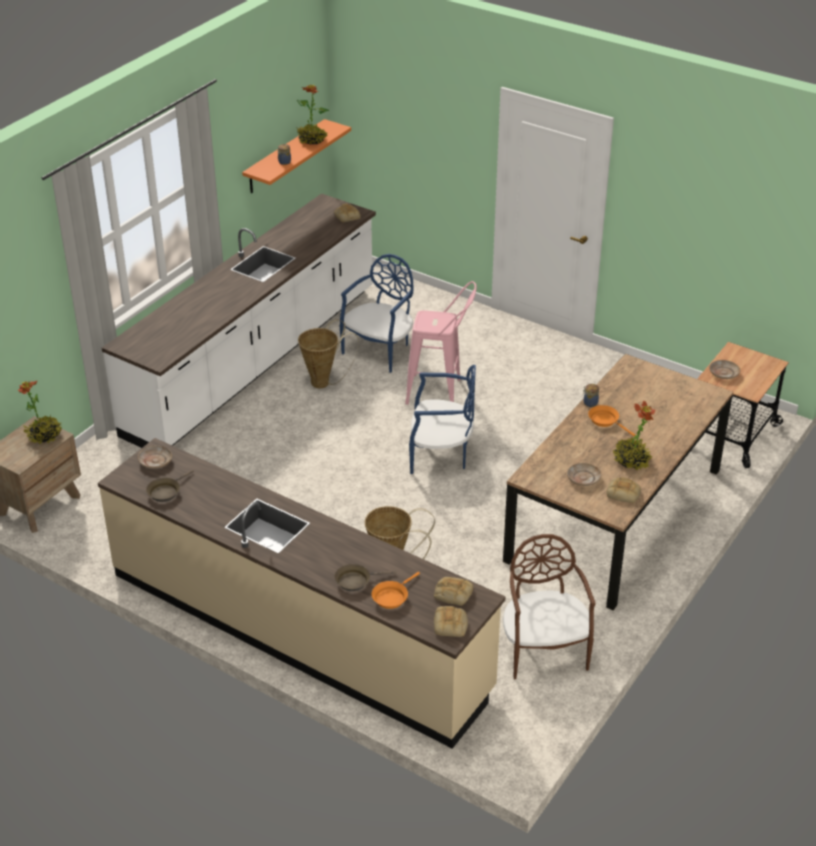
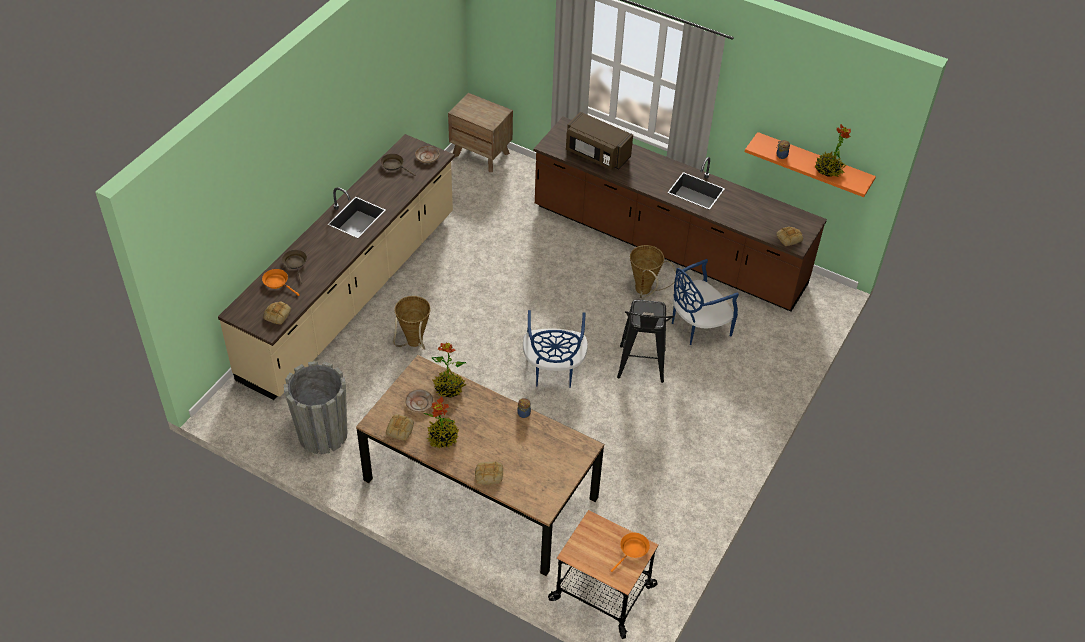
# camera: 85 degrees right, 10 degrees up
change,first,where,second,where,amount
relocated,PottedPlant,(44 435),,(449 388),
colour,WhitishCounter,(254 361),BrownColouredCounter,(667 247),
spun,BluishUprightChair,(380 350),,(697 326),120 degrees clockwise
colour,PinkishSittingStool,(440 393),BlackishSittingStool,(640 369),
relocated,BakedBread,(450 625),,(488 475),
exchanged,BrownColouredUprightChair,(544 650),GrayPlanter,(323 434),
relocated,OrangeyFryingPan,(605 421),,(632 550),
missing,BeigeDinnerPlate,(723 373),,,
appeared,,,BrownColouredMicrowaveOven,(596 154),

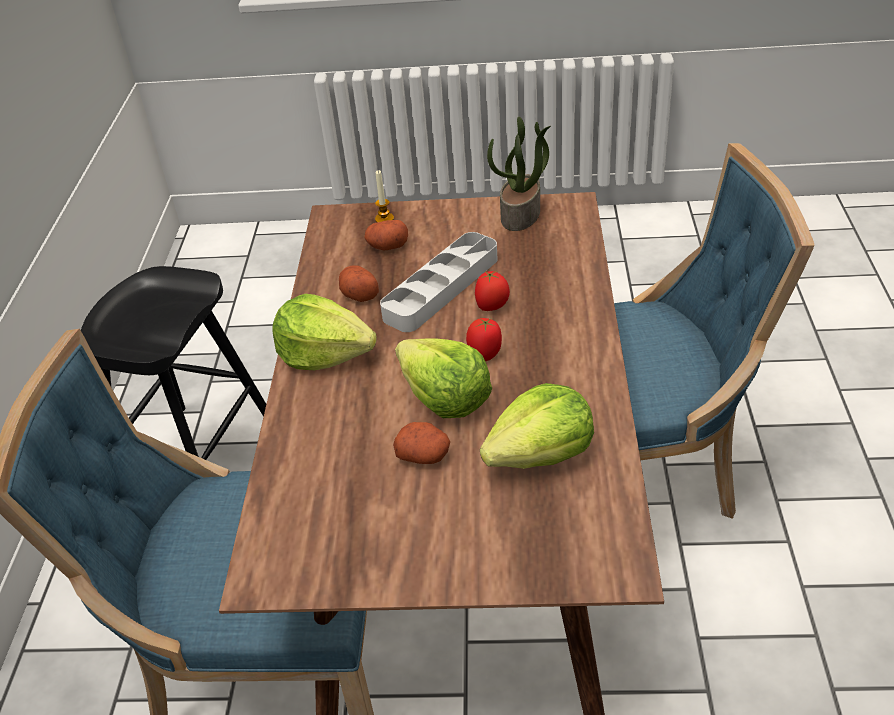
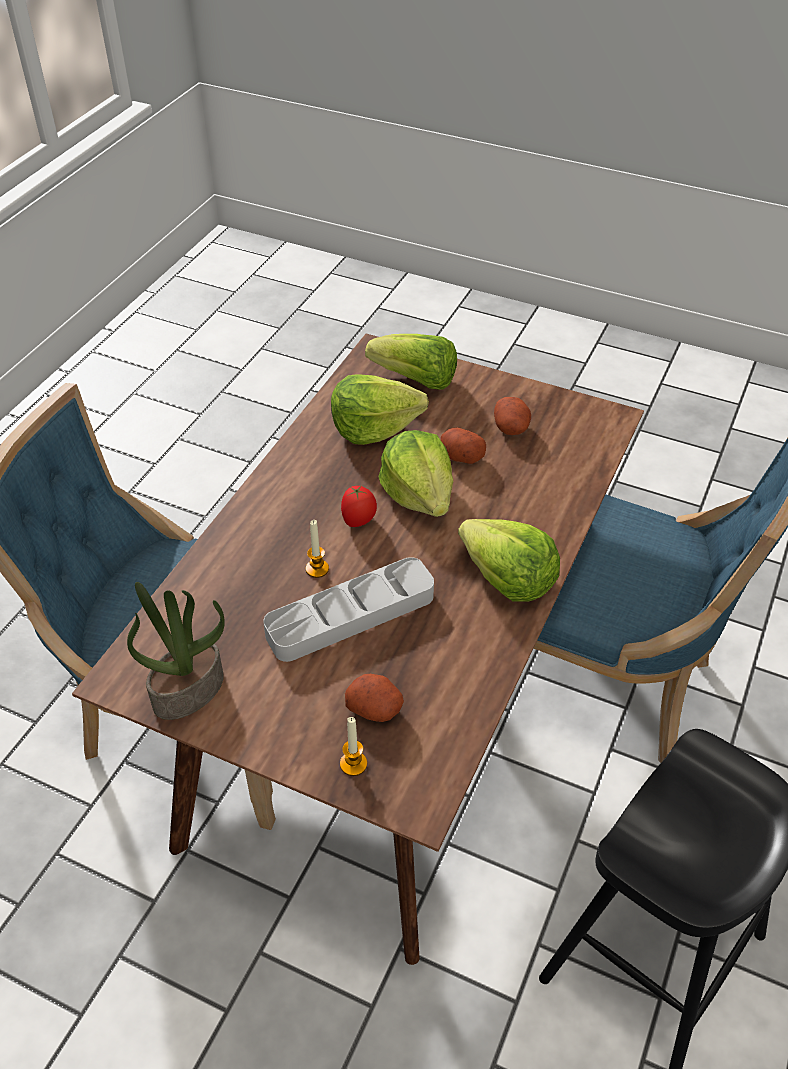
# camera: 160 degrees left, 5 degrees up
change,first,where,second,where,amount
relocated,Spud,(358 294),,(511 428),
exchanged,FreshTomato,(492 307),Candle,(317 569),
appeared,,,HeadOfLettuce,(415 380),

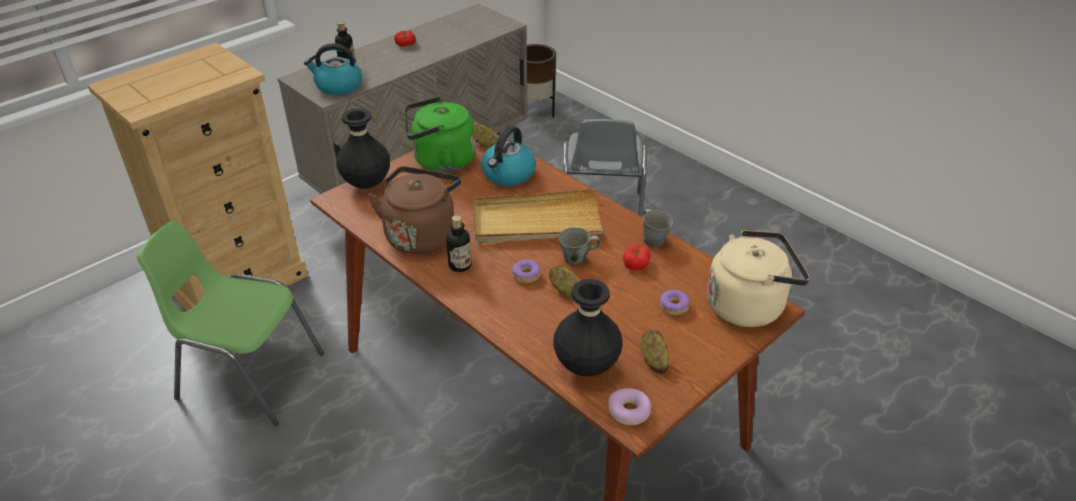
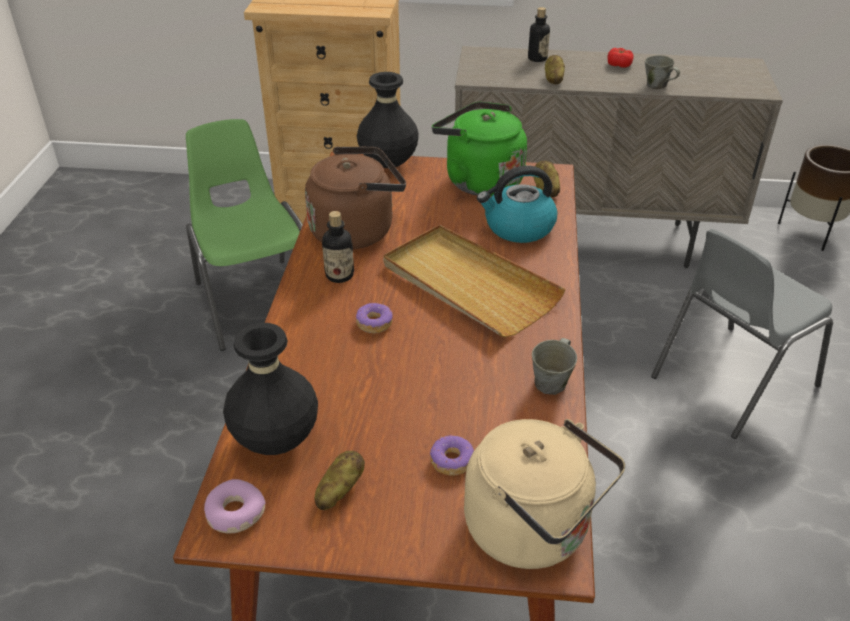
# camera: 50 degrees right, 0 degrees up
change,first,where,second,where,amount
missing,TeaKettle,(338 86),,,
relocated,Spud,(566 291),,(553 79),
relocated,GrayTeaMug,(576 258),,(657 86),
missing,FreshTomato,(636 264),,,

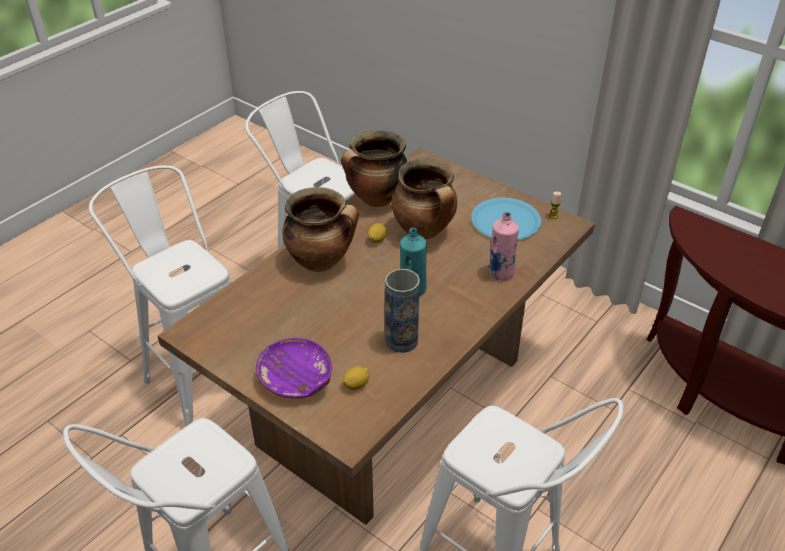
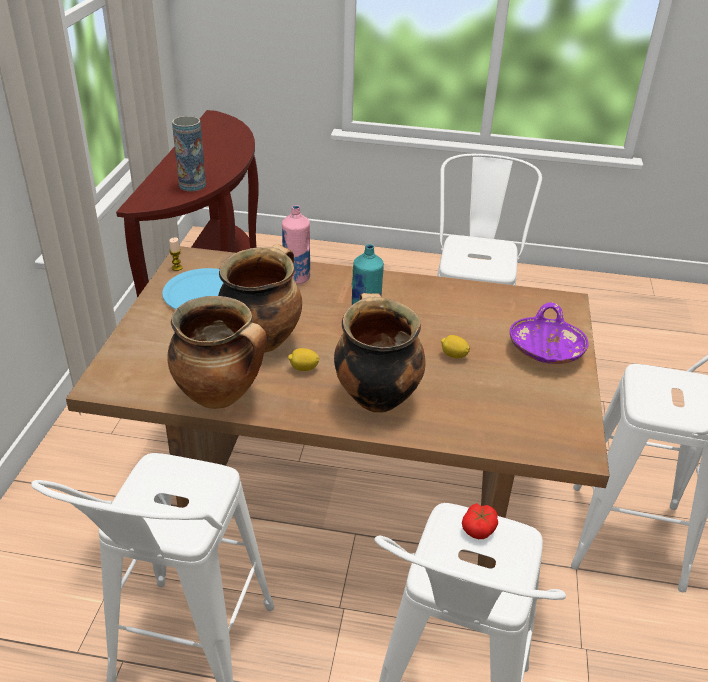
# camera: 120 degrees left, 5 degrees down
change,first,where,second,where,amount
relocated,WholeLemon,(356 385),,(454 355),
relocated,FlowerVase,(401 340),,(192 185),
appeared,,,FreshTomato,(479 528),

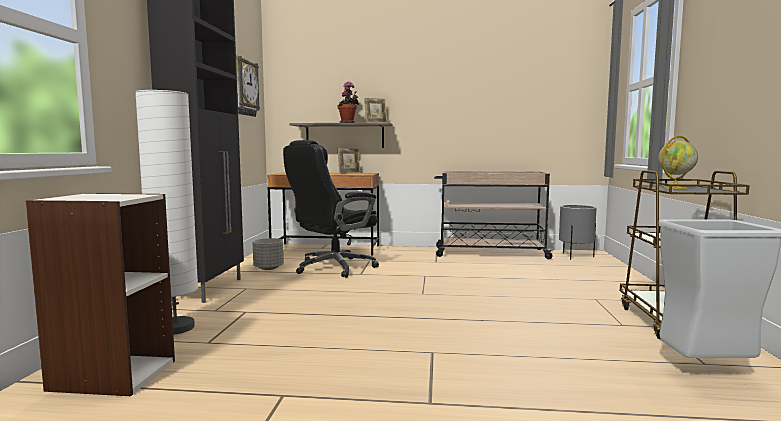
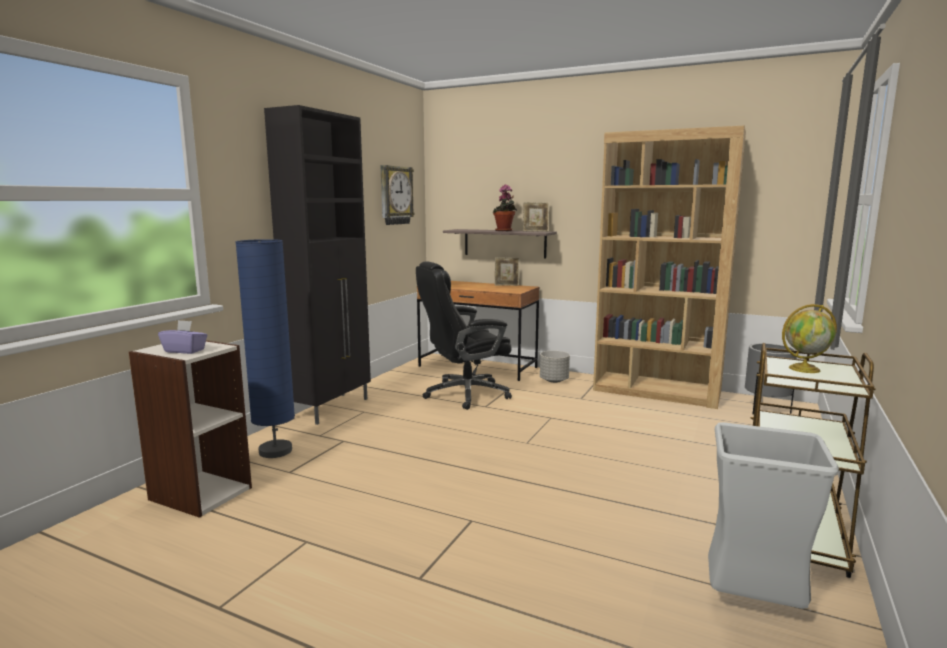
# camera: 20 degrees right, 5 degrees up
change,first,where,second,where,amount
colour,WhitishStandardLamp,(175 328),BluishStandardLamp,(275 451),
relocated,GrayPlanter,(268 268),,(554 380),
exchanged,BeigeCart,(489 253),BrownColouredBookshelf,(657 392),
appeared,,,PurpleColouredTissueHolder,(185 350),

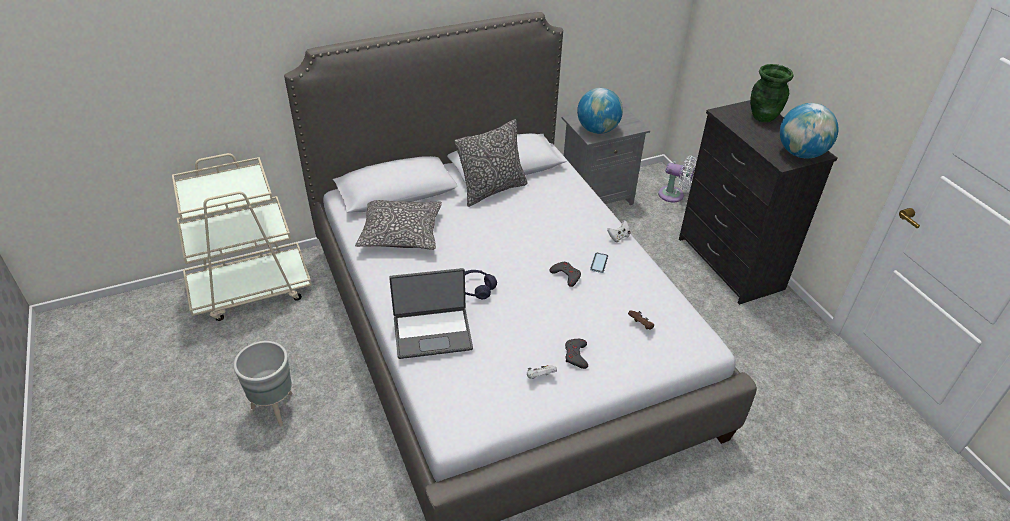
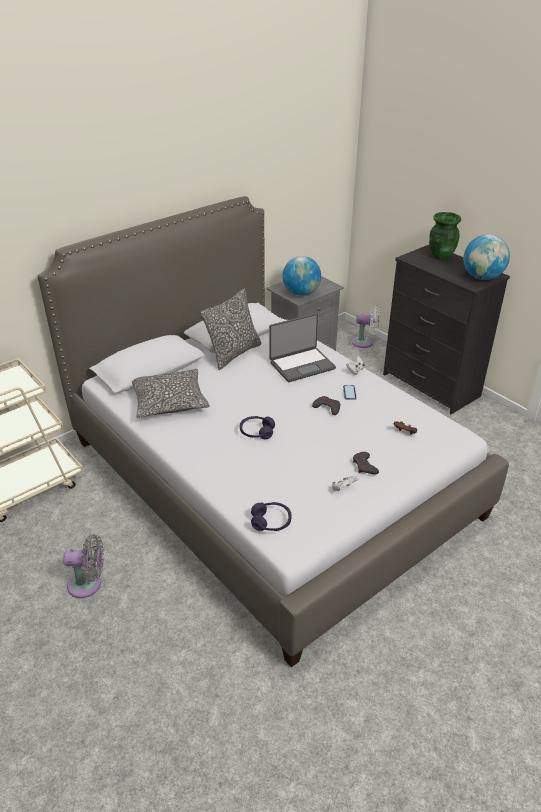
# camera: 15 degrees left, 5 degrees down
change,first,where,second,where,amount
exchanged,GrayPlanter,(274 408),GrayElectricFan,(88 584),
relocated,PortableComputer,(432 332),,(301 365),
appeared,,,PurpleColouredHeadset,(271 522),

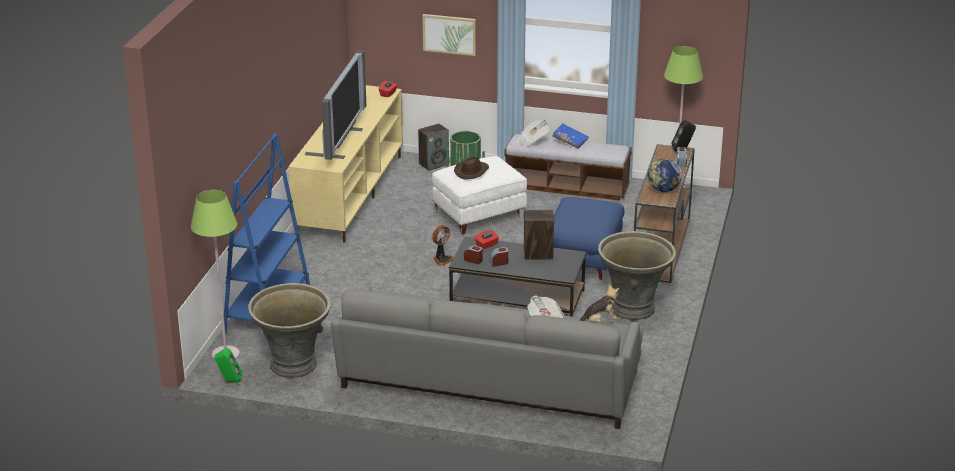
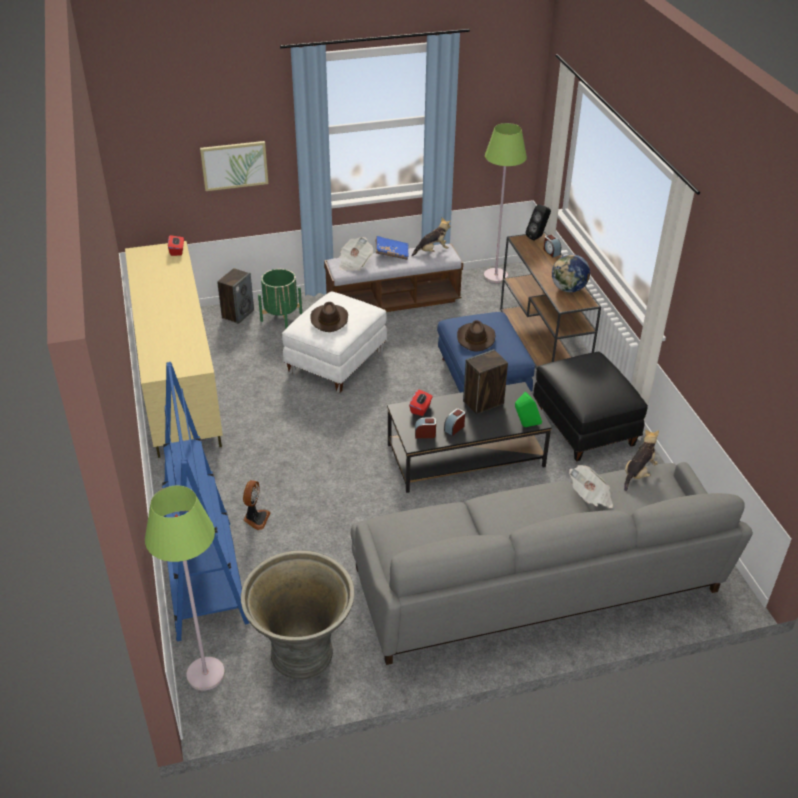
# camera: 30 degrees left, 10 degrees up
change,first,where,second,where,amount
relocated,GreenColouredLoudspeaker,(229 381),,(525 426),
missing,TvSet,(340 142),,,
relocated,ElectricFan,(442 259),,(256 519),
exchanged,GrayPlanter,(633 308),BlackishPouffe,(585 427),
appeared,,,CuddlyToy,(432 251),
appeared,,,BrownColouredWearableHat,(475 338),

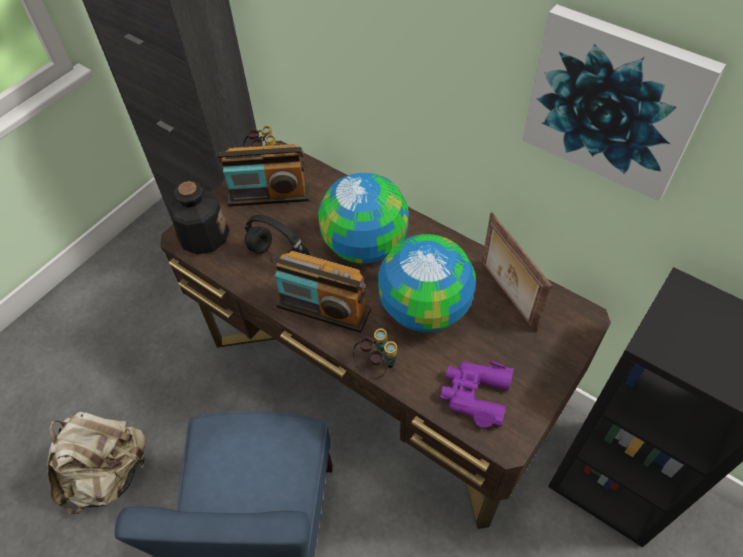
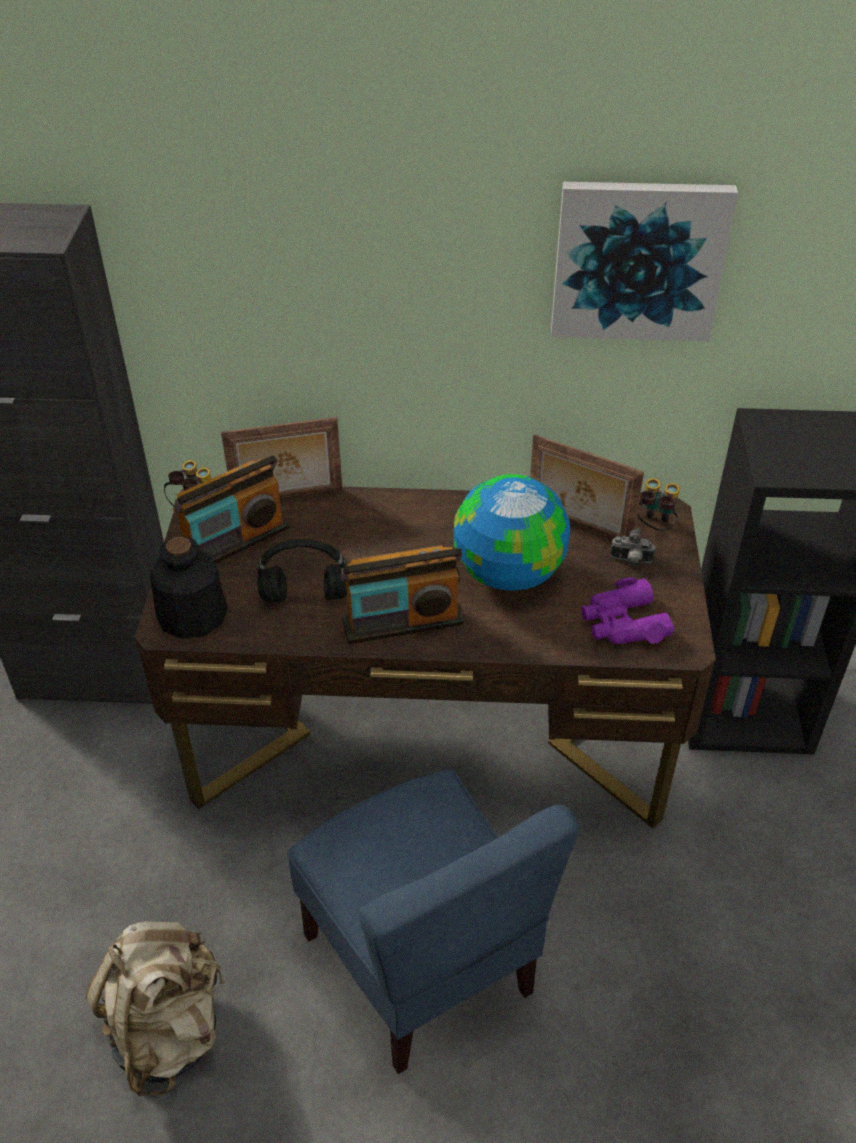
# camera: 35 degrees left, 10 degrees down
change,first,where,second,where,amount
missing,WorldGlobe,(365 245),,,
relocated,Binoculars,(376 366),,(653 526),
appeared,,,PhotoFrame,(287 497),
appeared,,,StillCamera,(631 561),

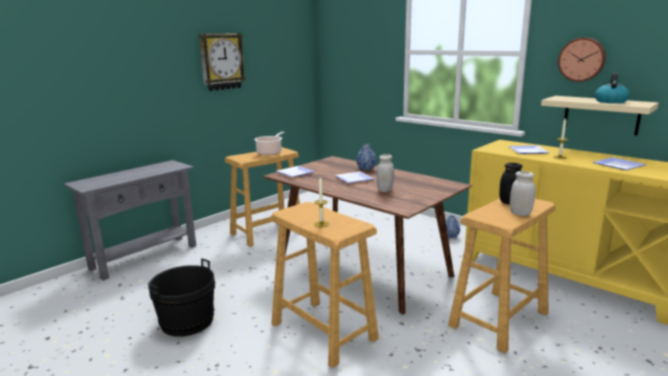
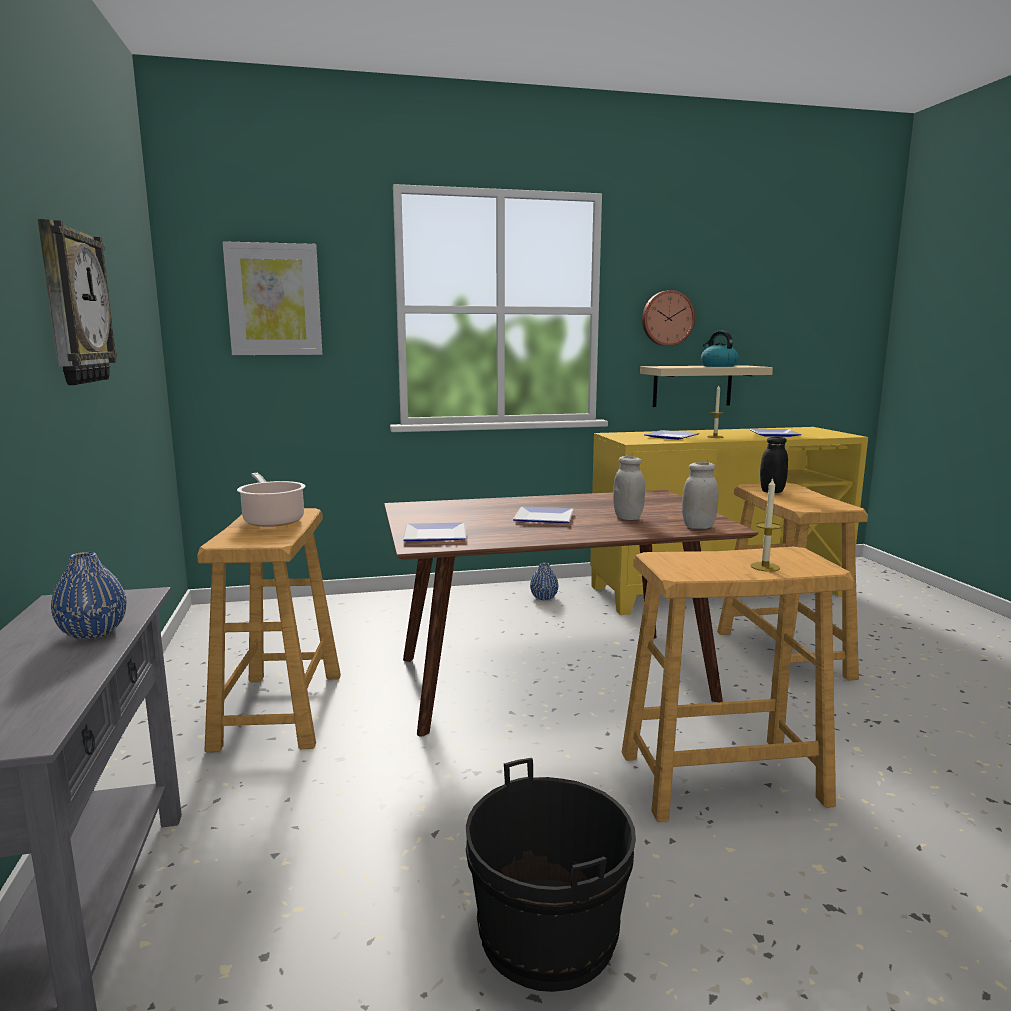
# camera: 55 degrees left, 5 degrees down
change,first,where,second,where,amount
relocated,BluishFlowerVase,(366 169),,(93 632),
relocated,WhitishPreserveJar,(520 213),,(698 527),
appeared,,,WallPicture,(274 300),

